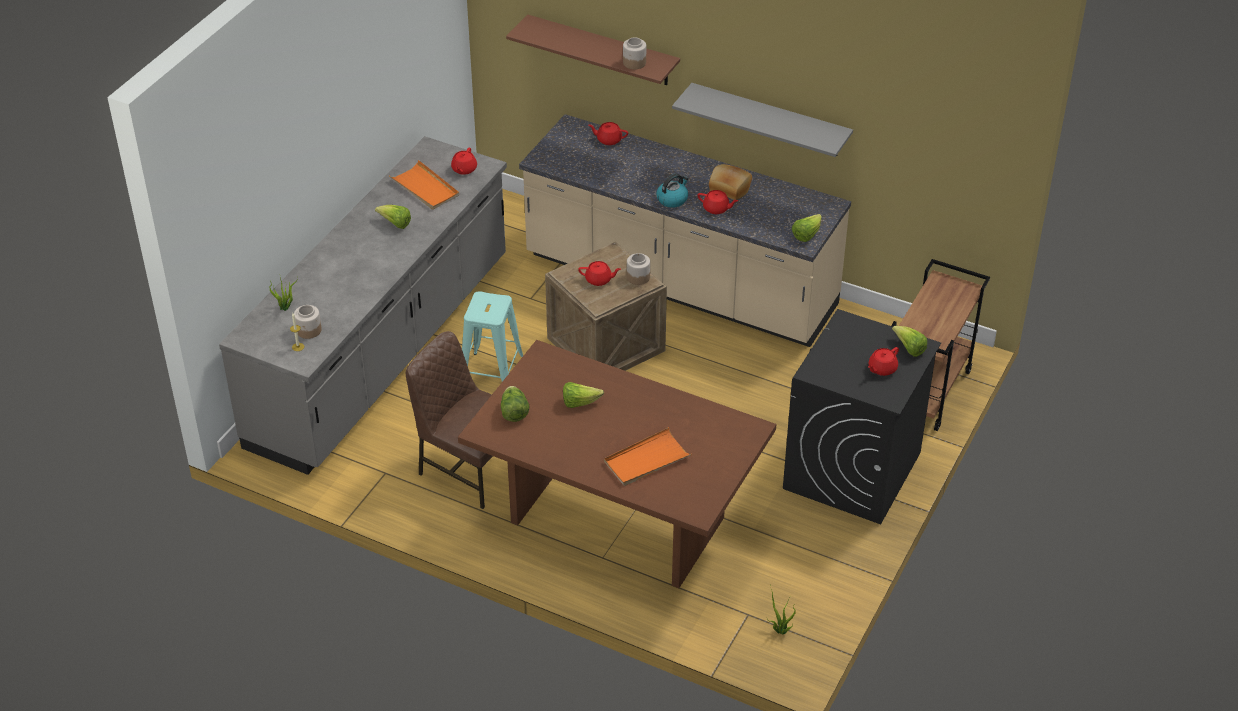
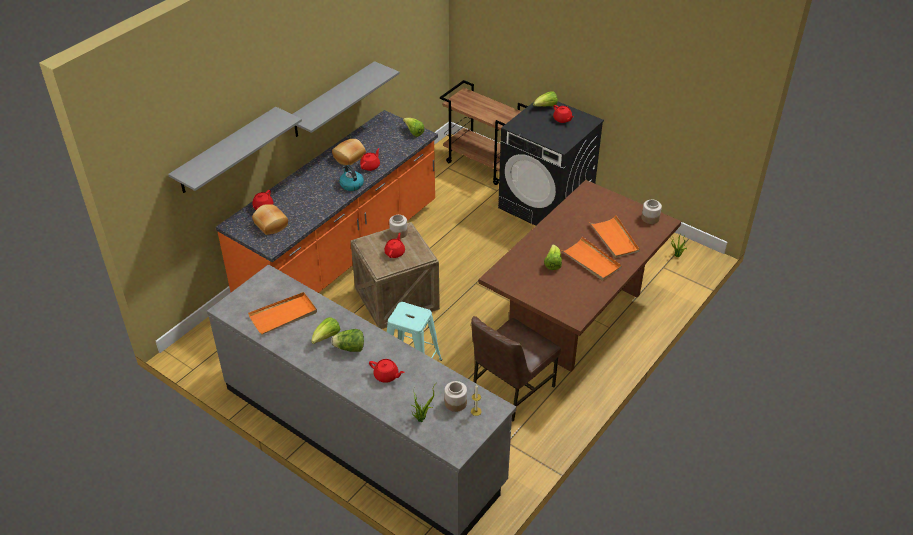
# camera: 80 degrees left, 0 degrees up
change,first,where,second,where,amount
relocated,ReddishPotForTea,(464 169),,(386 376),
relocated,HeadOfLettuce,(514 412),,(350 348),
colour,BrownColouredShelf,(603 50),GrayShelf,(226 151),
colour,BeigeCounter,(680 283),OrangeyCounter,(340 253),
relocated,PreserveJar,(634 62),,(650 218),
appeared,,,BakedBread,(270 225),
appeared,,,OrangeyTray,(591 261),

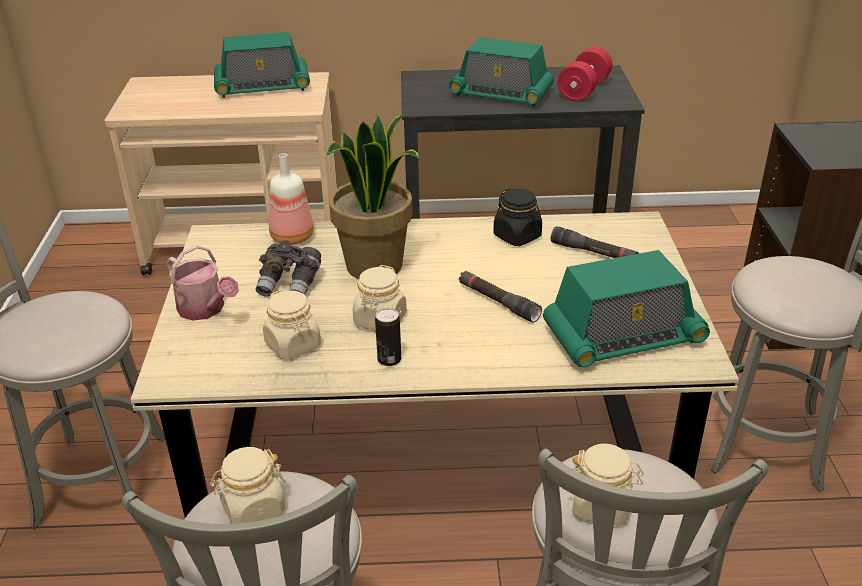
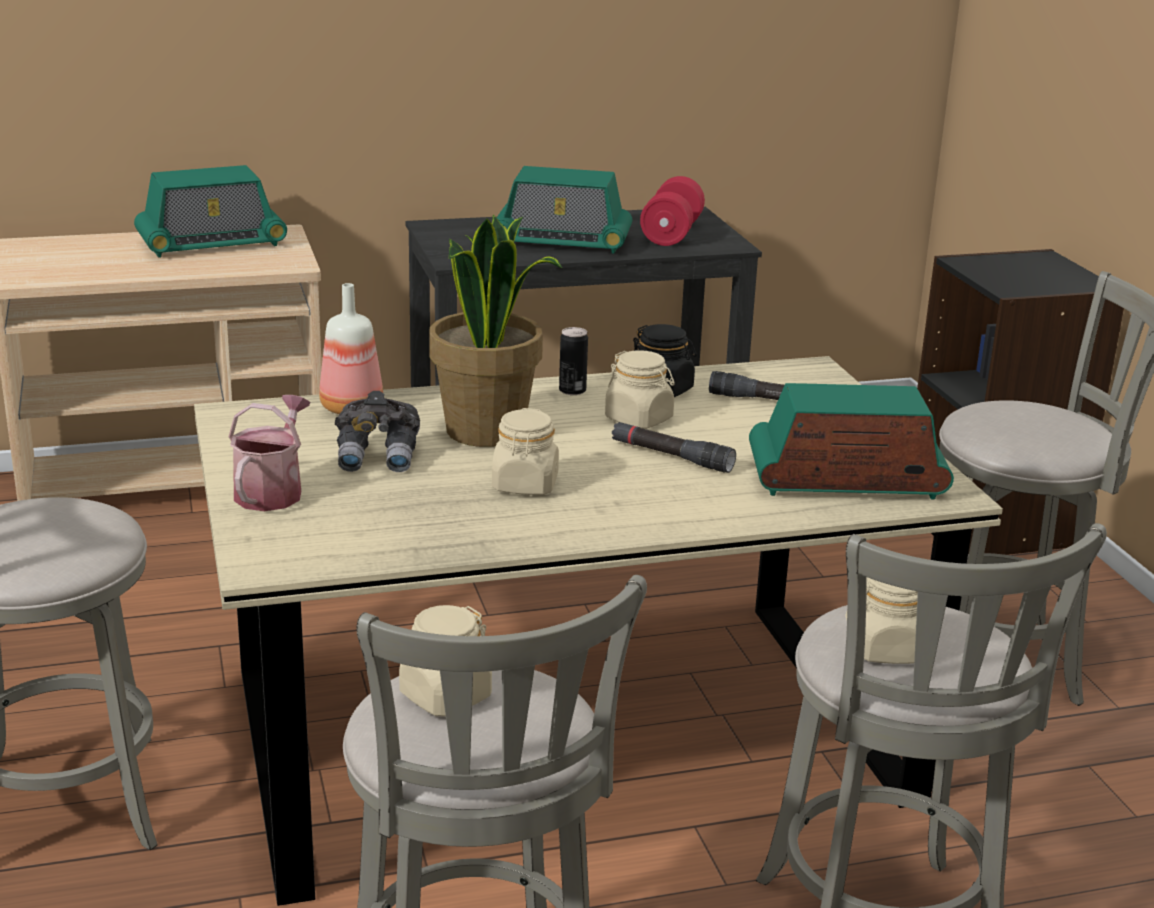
# camera: 15 degrees left, 10 degrees down
change,first,where,second,where,amount
spun,WateringCan,(205 309),,(272 491),105 degrees counterclockwise
relocated,BeigePreserveJar,(293 345),,(639 419),
relocated,Can,(389 359),,(572 390),
spun,Radio,(622 336),,(845 479),150 degrees counterclockwise

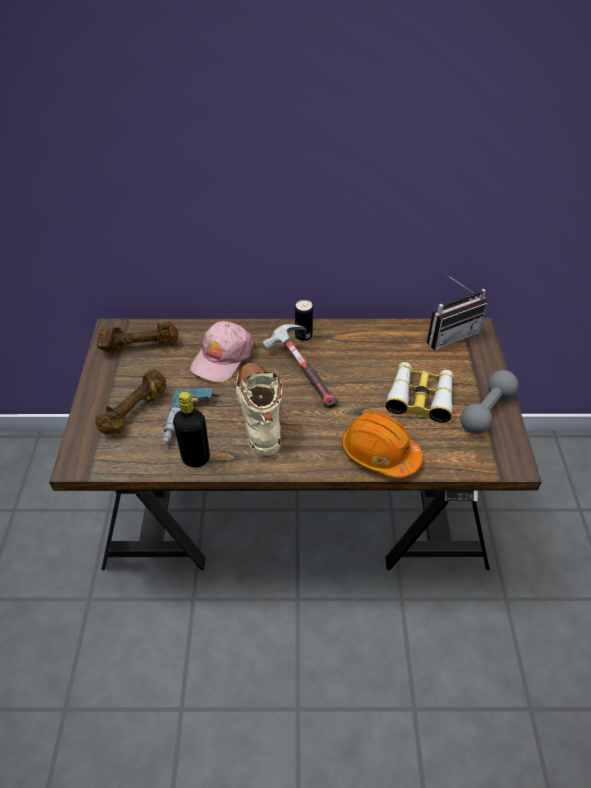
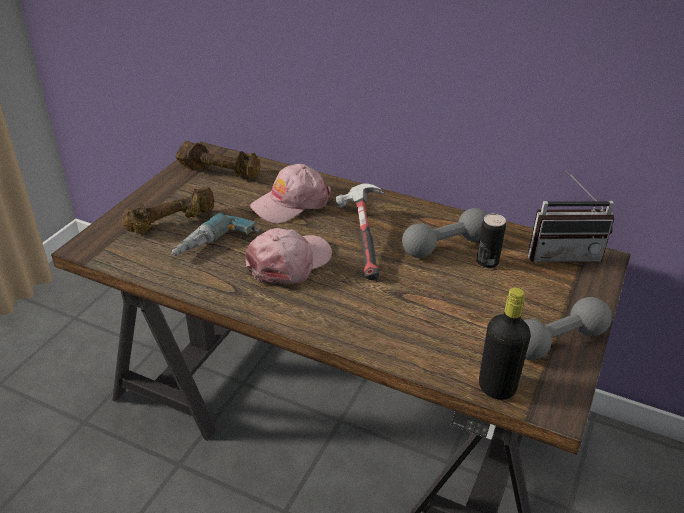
# camera: 25 degrees right, 10 degrees down
change,first,where,second,where,amount
relocated,BlackishDrinkBottle,(195 458),,(496 387),
exchanged,BeigeBoot,(259 414),PinkishPeakedCap,(289 262),
relocated,Can,(303 335),,(487 262),
missing,OrangeyHardHat,(379 453),,,
missing,Binoculars,(420 397),,,
appeared,,,GrayDumbbell,(445 246),

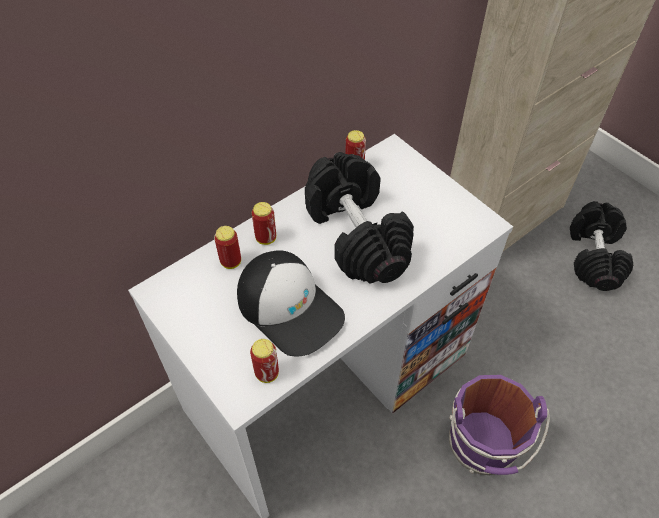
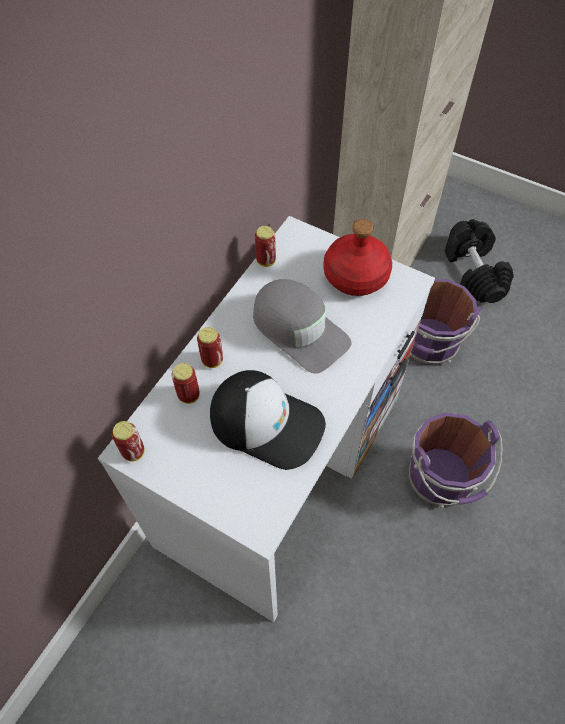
# camera: 20 degrees left, 5 degrees up
change,first,where,second,where,amount
relocated,Can,(267 373),,(133 452),
exchanged,BlackishDumbbell,(357 235),GrayPeakedCap,(299 330),
appeared,,,ReddishDrinkBottle,(356 276),
appeared,,,PurpleColouredWaterBucket,(428 345),

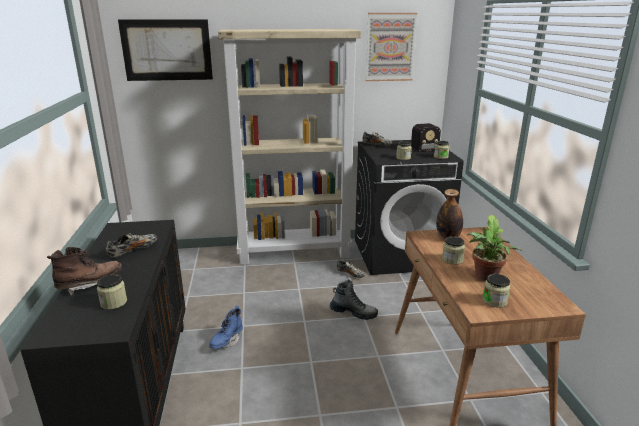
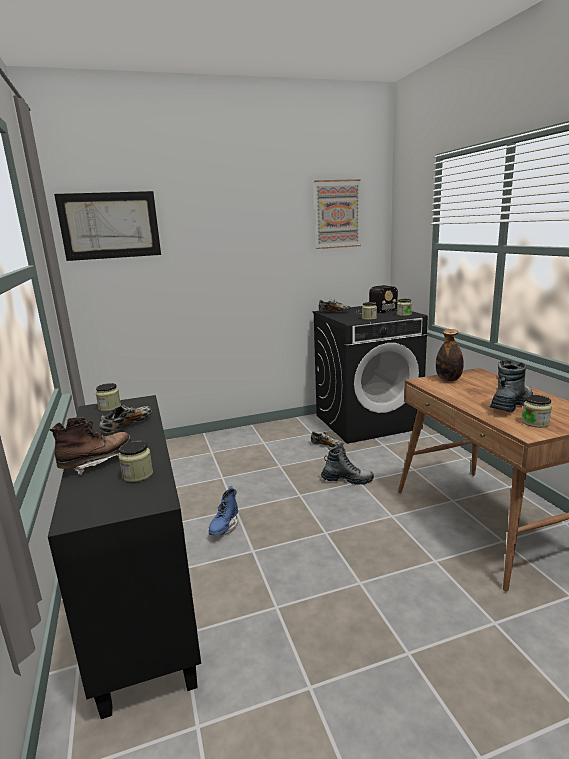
# camera: 10 degrees left, 5 degrees down
change,first,where,second,where,amount
missing,BeigeBookshelf,(295 252),,,
relocated,PreserveJar,(452 260),,(109 407),
exchanged,PottedPlant,(486 277),Boot,(511 406),

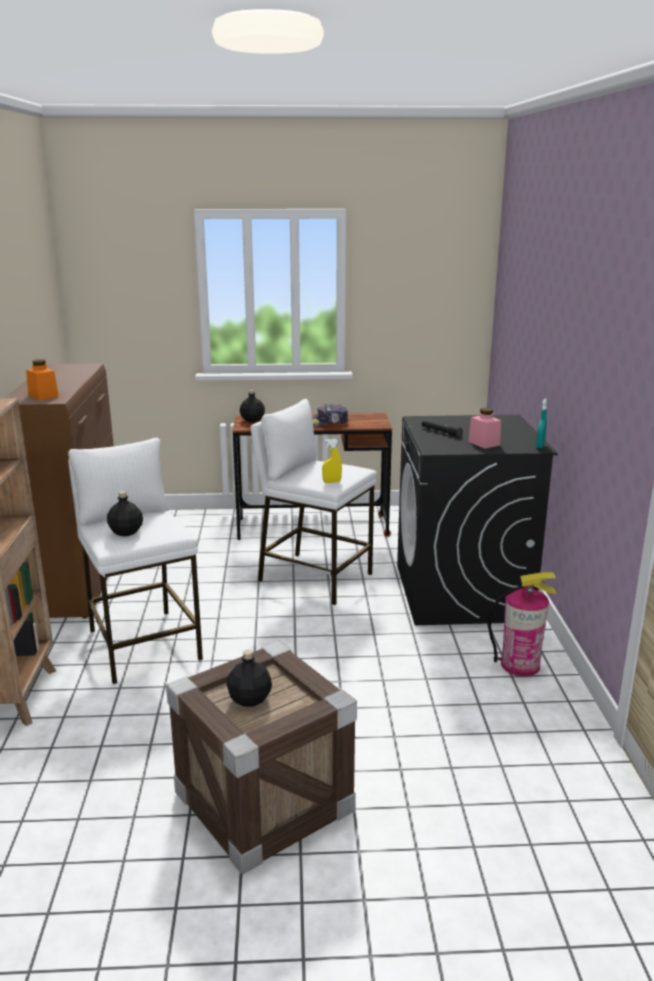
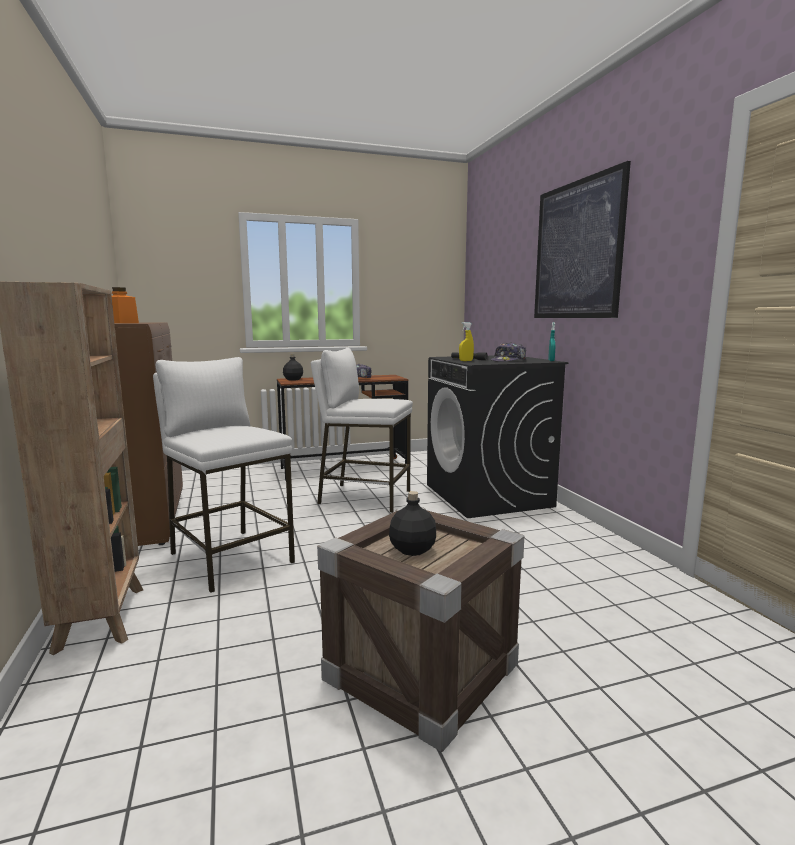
# camera: 15 degrees left, 10 degrees down
change,first,where,second,where,amount
missing,BlackishDrinkBottle,(125 532),,,
relocated,YellowSprayBottle,(331 482),,(466 361),
exchanged,PinkishPreserveJar,(484 443),PeakedCap,(509 361),
missing,Extinguisher,(520 665),,,
appeared,,,WallPicture,(577 250),

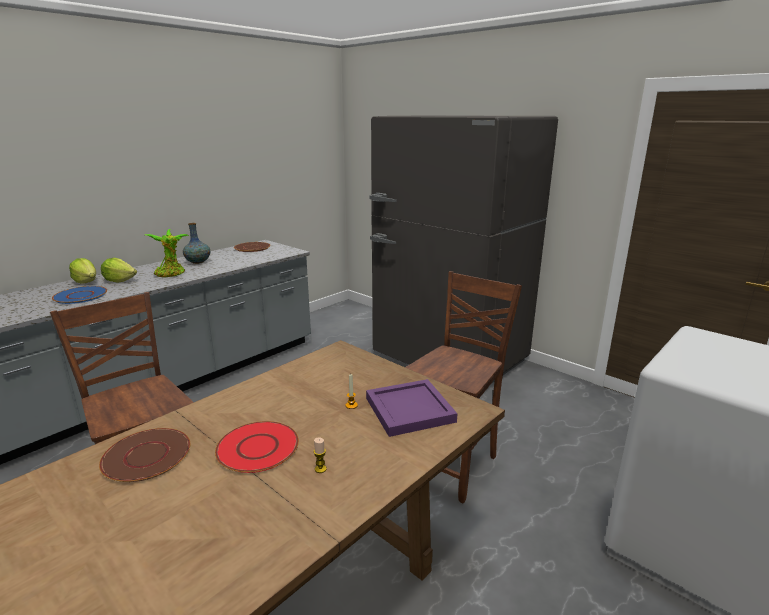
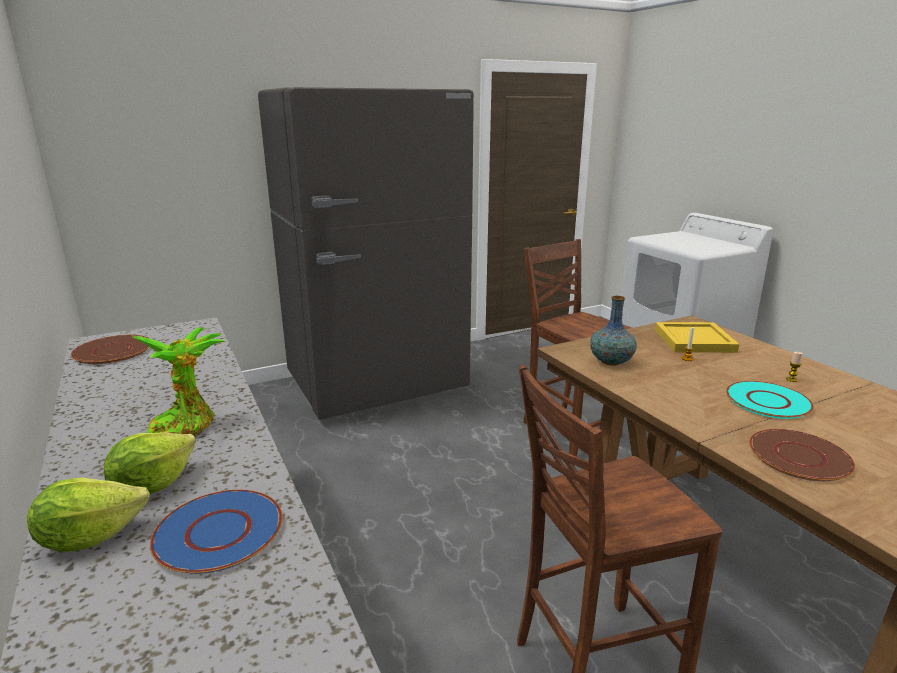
# camera: 70 degrees left, 0 degrees up
change,first,where,second,where,amount
relocated,FlowerVase,(198 262),,(611 361),
colour,ReddishDinnerPlate,(257 447),TurquoiseDinnerPlate,(767 401),
colour,PurpleColouredTray,(411 410),YellowTray,(694 340),

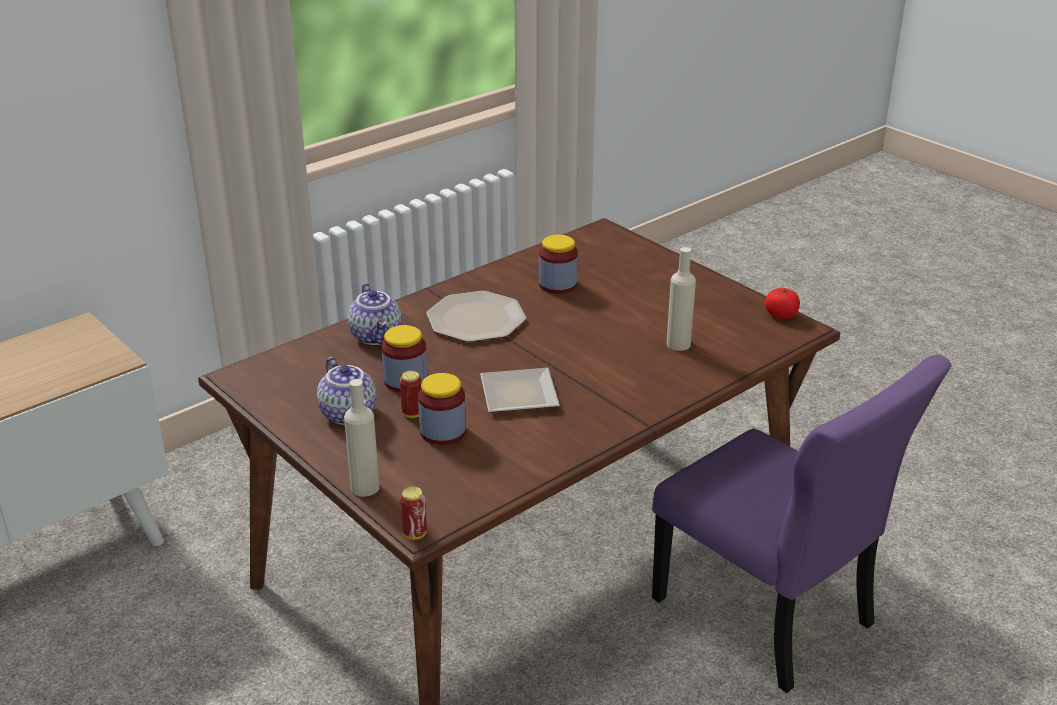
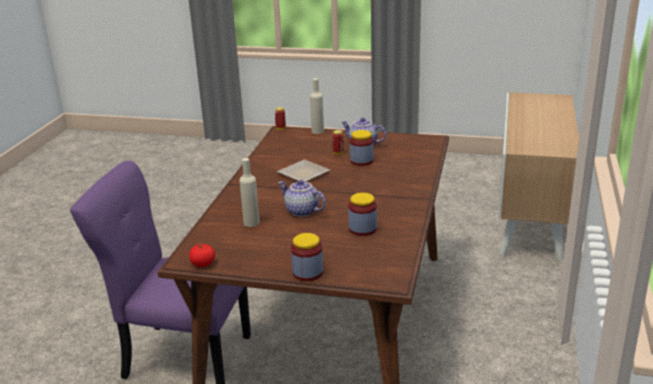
# camera: 145 degrees right, 5 degrees down
change,first,where,second,where,amount
relocated,PotForTea,(377 336),,(301 211),
relocated,PreserveJar,(443 432),,(308 273),
missing,DinnerPlate,(476 319),,,

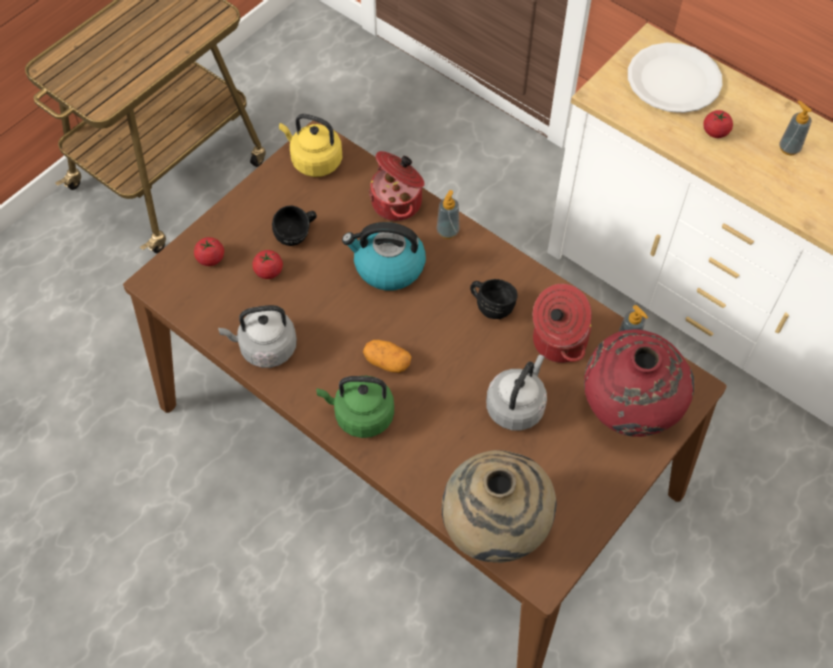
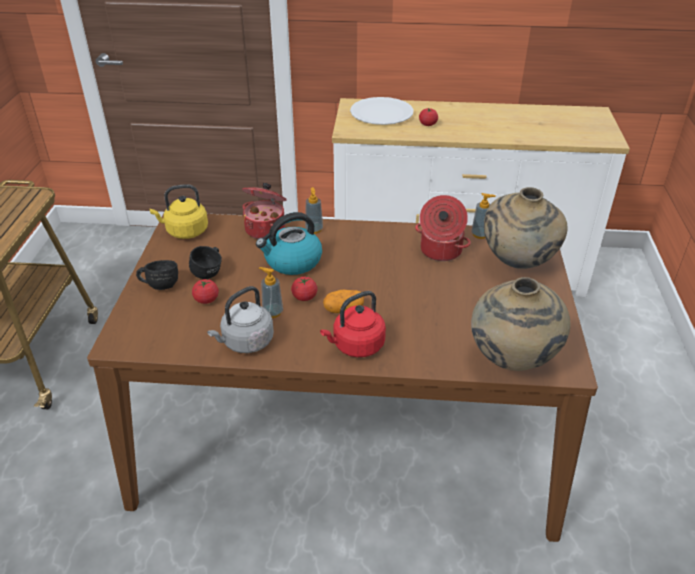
# camera: 35 degrees left, 20 degrees down
change,first,where,second,where,amount
relocated,FreshTomato,(211 258),,(304 297),
colour,GreenColouredTeaKettle,(361 415),ReddishTeaKettle,(356 346),
relocated,BlackishTeaMug,(491 305),,(160 285),
missing,GrayTeaKettle,(516 406),,,
colour,ReddishFlowerVase,(628 411),BeigeFlowerVase,(518 263),
relocated,SoapBottle,(789 148),,(272 312),

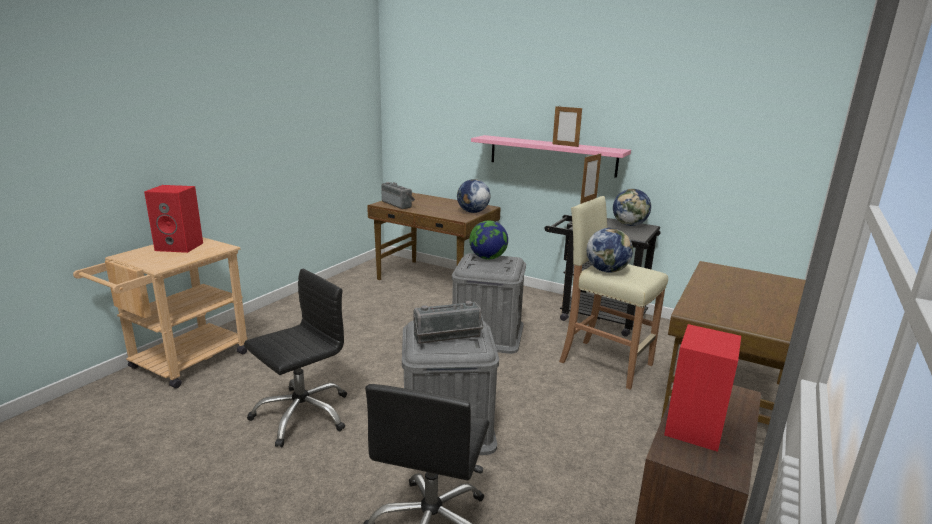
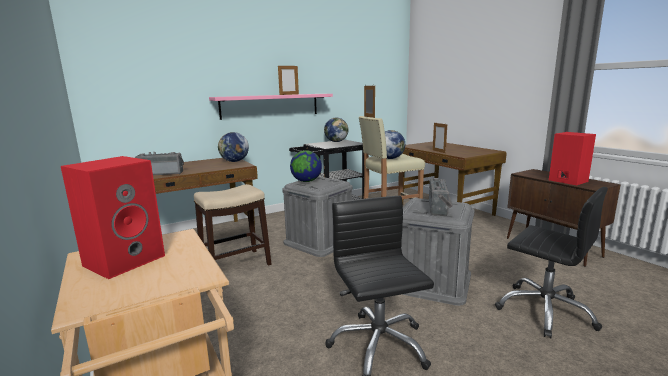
# camera: 60 degrees left, 5 degrees down
change,first,where,second,where,amount
appeared,,,SittingStool,(235 265),
appeared,,,PhotoFrame,(439 151),

